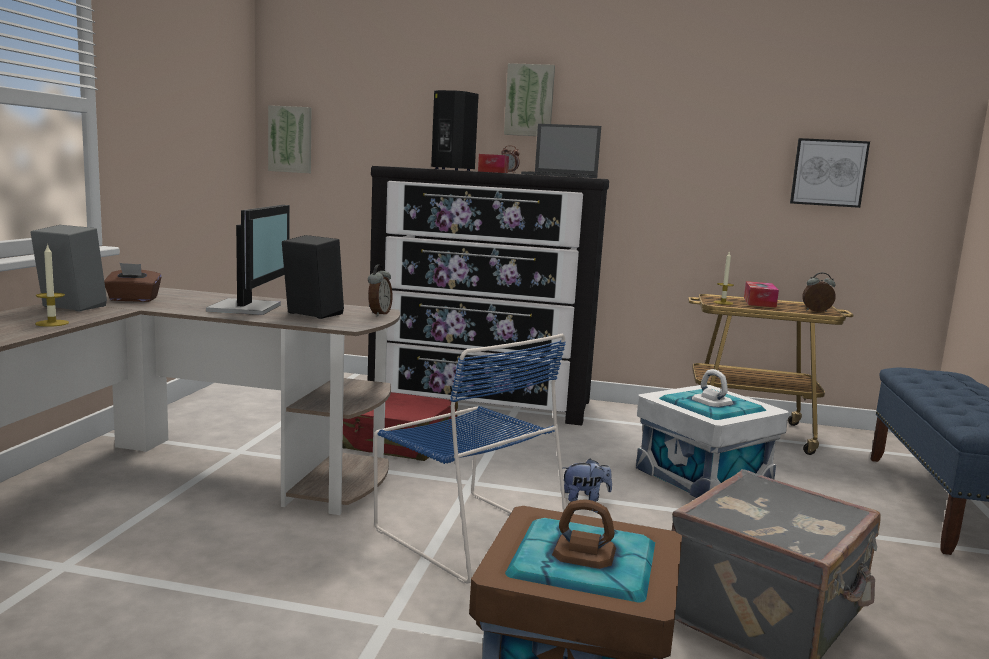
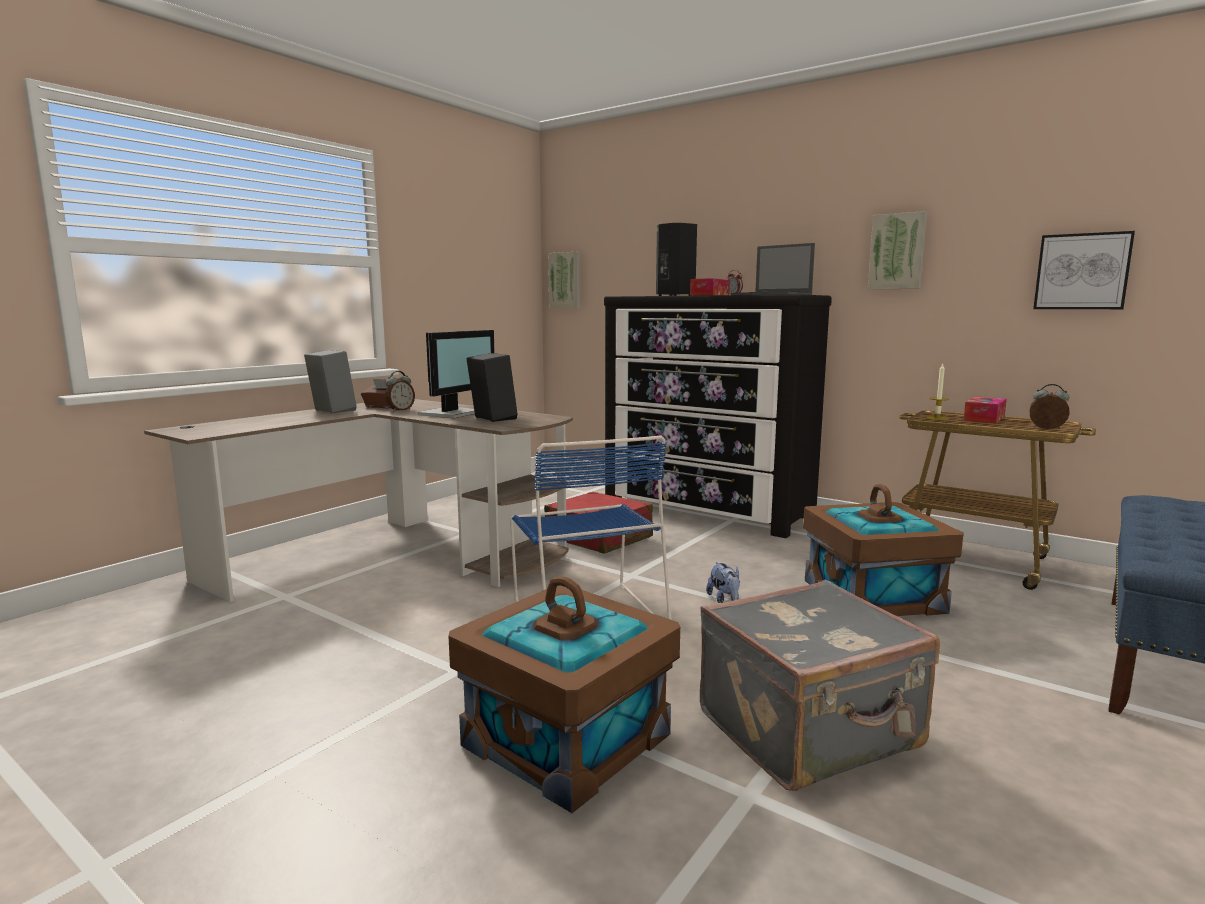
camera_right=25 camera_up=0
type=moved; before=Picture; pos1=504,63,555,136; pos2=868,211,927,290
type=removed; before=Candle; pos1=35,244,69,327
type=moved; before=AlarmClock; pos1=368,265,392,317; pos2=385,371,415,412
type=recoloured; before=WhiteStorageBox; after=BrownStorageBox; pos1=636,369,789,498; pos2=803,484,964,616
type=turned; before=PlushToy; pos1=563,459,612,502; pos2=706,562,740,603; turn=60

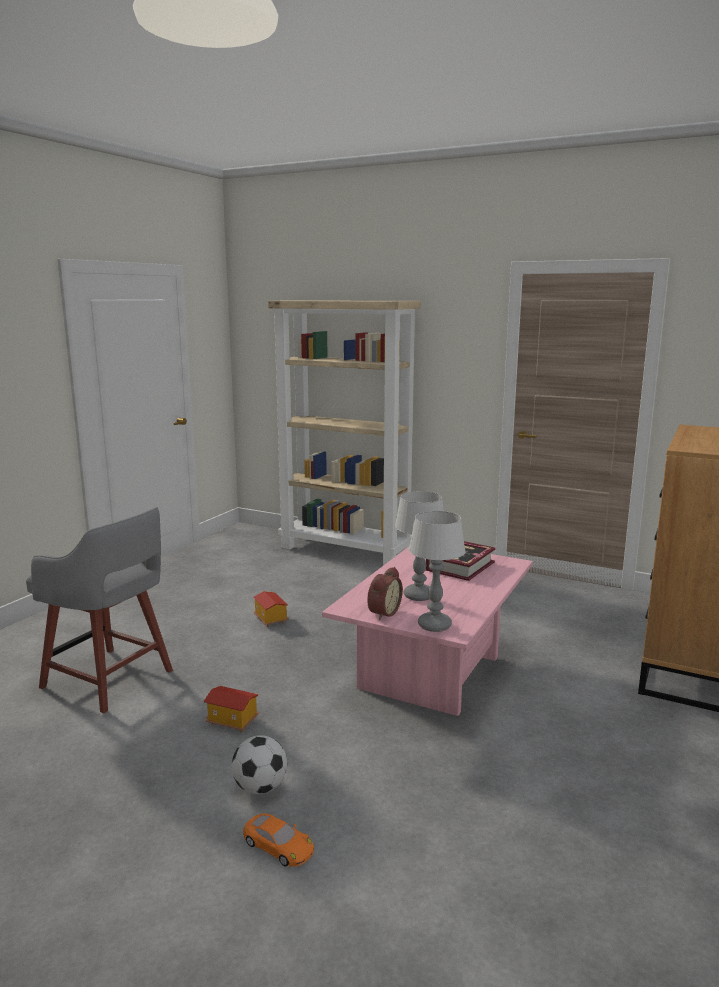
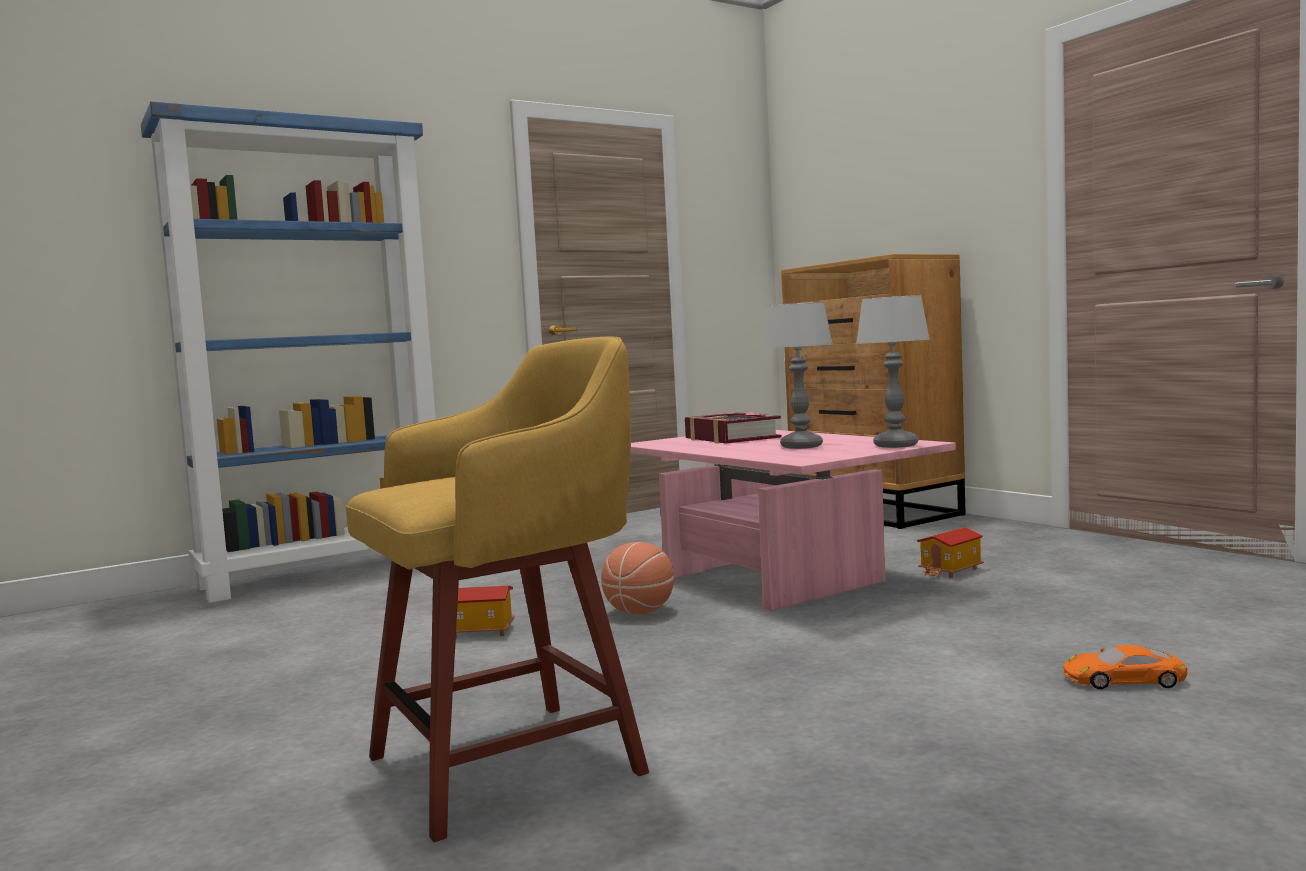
camera_right=-60 camera_up=-10
type=recoloured; before=BeigeBookcase; after=BlueBookcase; pos1=268,300,421,566; pos2=141,101,436,603
type=recoloured; before=GreyStool; after=YellowStool; pos1=26,507,173,713; pos2=346,337,649,842
type=removed; before=AlarmClock; pos1=367,567,403,620
type=moved; before=ToyHouse; pos1=203,686,259,732; pos2=917,527,984,578
type=removed; before=Football; pos1=232,735,287,794
type=turned; before=OrangeToyCar; pos1=243,813,314,867; pos2=1063,645,1187,689; turn=-150
type=added; after=Basketball; pos2=601,542,674,615

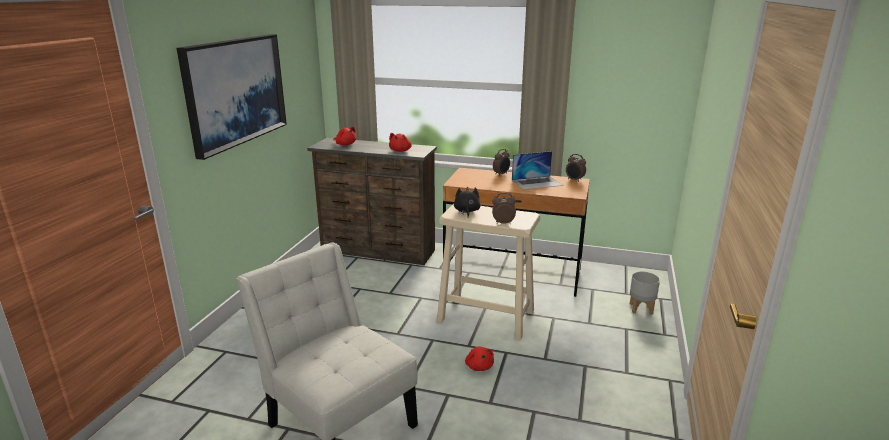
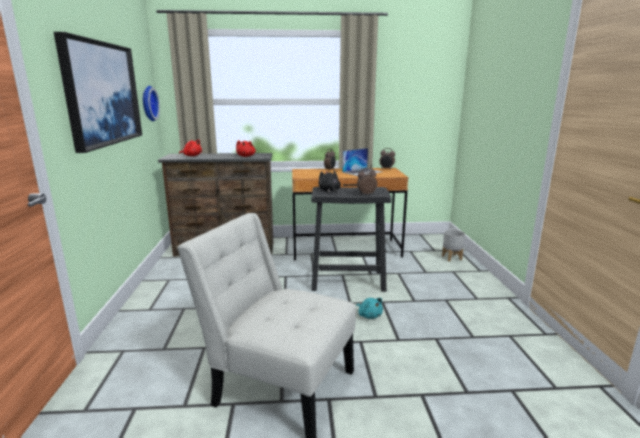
camera_right=-20 camera_up=-5
type=recoloured; before=BeigeStool; after=BlackStool; pos1=437,204,540,340; pos2=312,187,391,292
type=recoloured; before=RedPlushToy; after=TurquoisePlushToy; pos1=465,346,494,371; pos2=356,298,383,319
type=added; after=WallClock; pos2=143,86,160,121

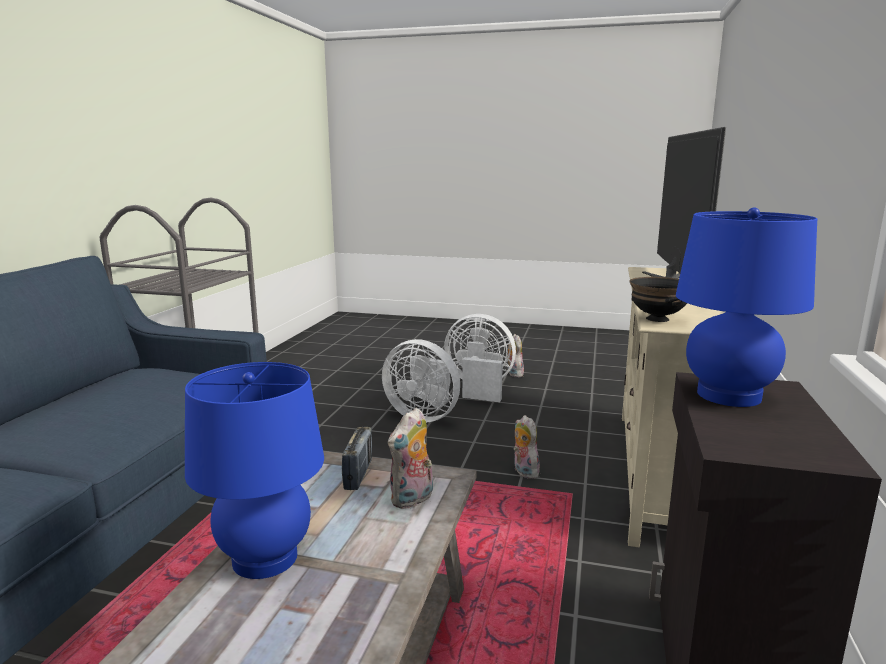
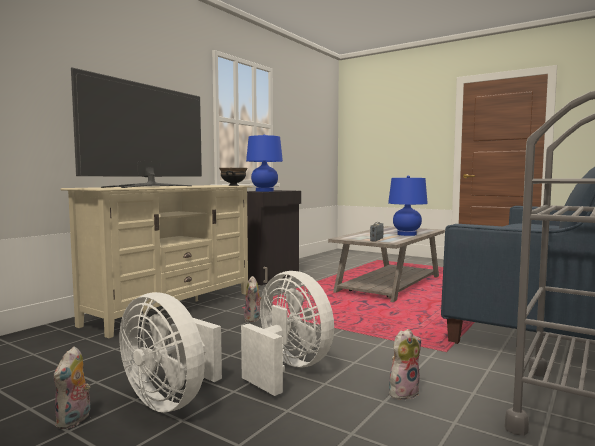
camera_right=-160 camera_up=-10
type=moved; before=PlushToy; pos1=388,408,433,509; pos2=389,329,421,400

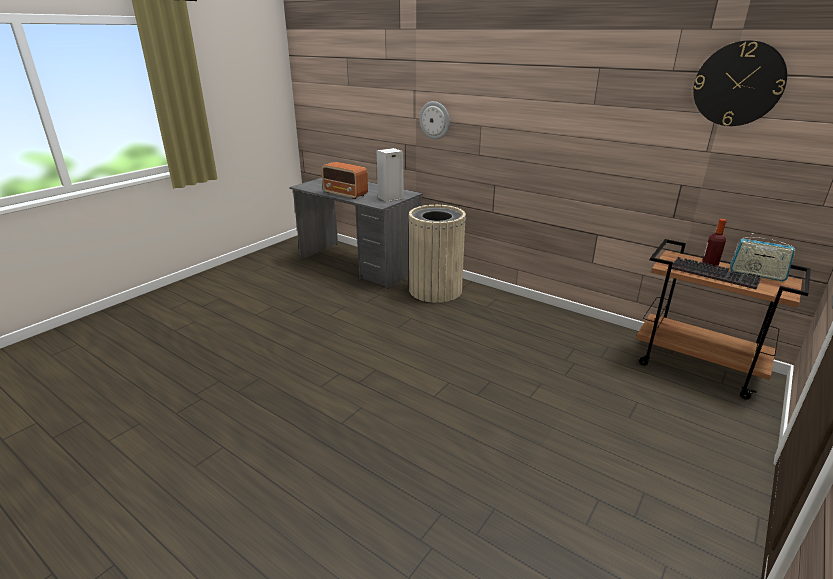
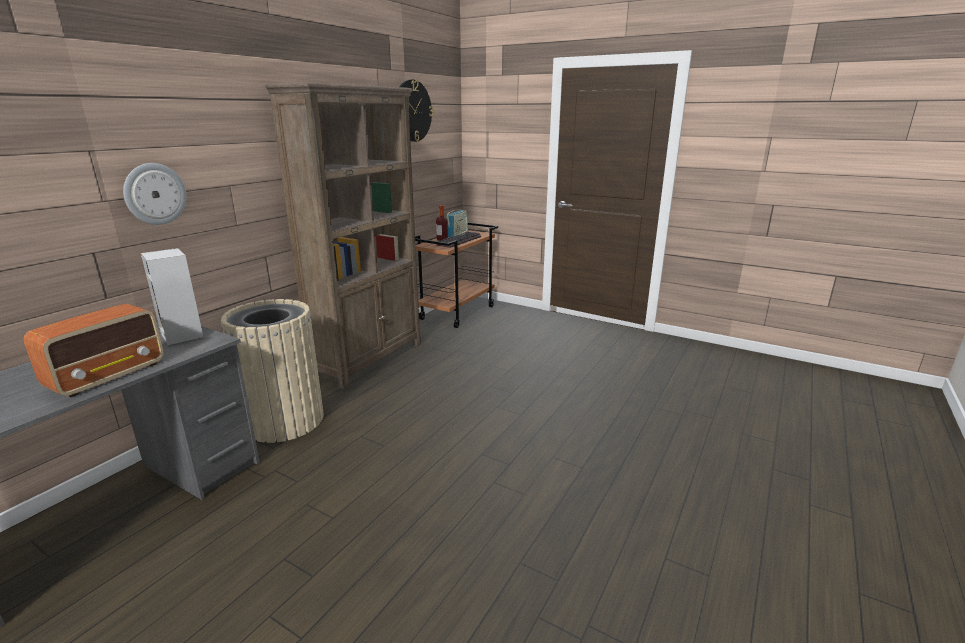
camera_right=-95 camera_up=-5
type=added; after=BrownBookcase; pos2=265,82,421,389

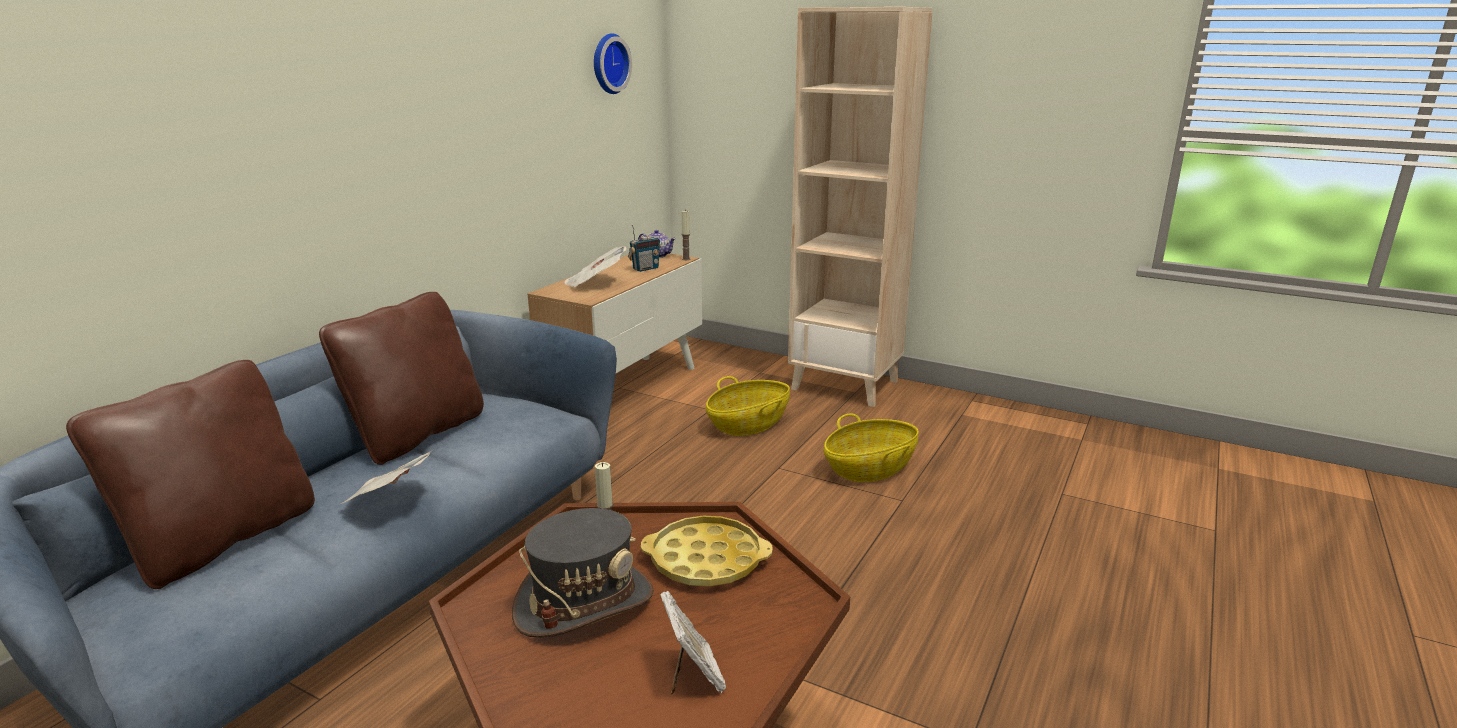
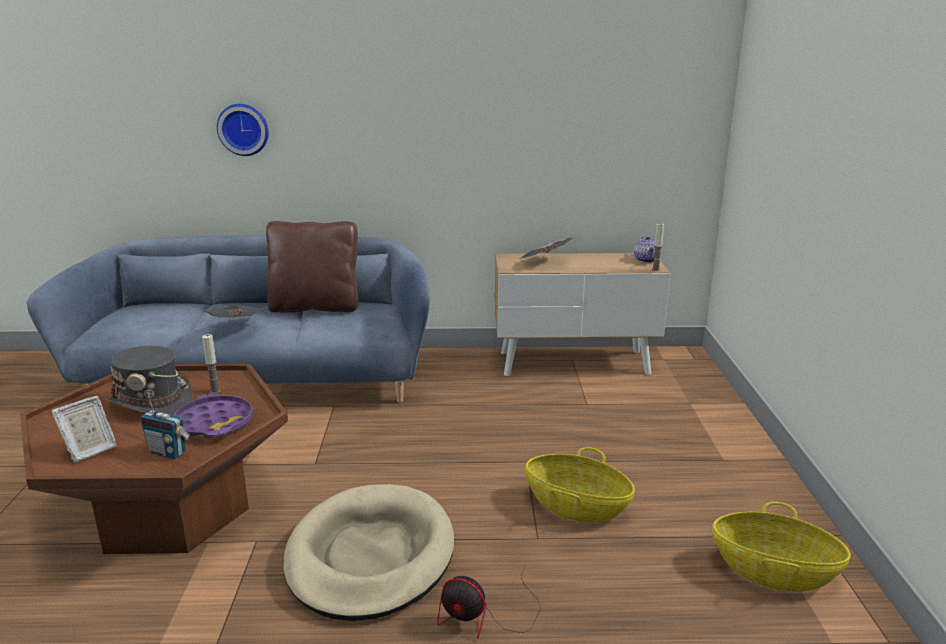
camera_right=60 camera_up=0
type=removed; before=BeigeBookcase; pos1=788,7,933,407
type=moved; before=WallClock; pos1=594,33,632,94; pos2=217,104,269,156
type=moved; before=Radio; pos1=628,224,661,272; pos2=140,391,190,459
type=removed; before=BrownPillow; pos1=66,360,315,589
type=moved; before=Basket; pos1=706,376,790,436; pos2=712,502,851,592
type=recoloured; before=YellowTray; after=PurpleTray; pos1=641,516,773,587; pos2=174,393,253,438
type=added; after=BeigeDogBed; pos2=284,484,454,621
type=added; after=Fan; pos2=437,566,541,639

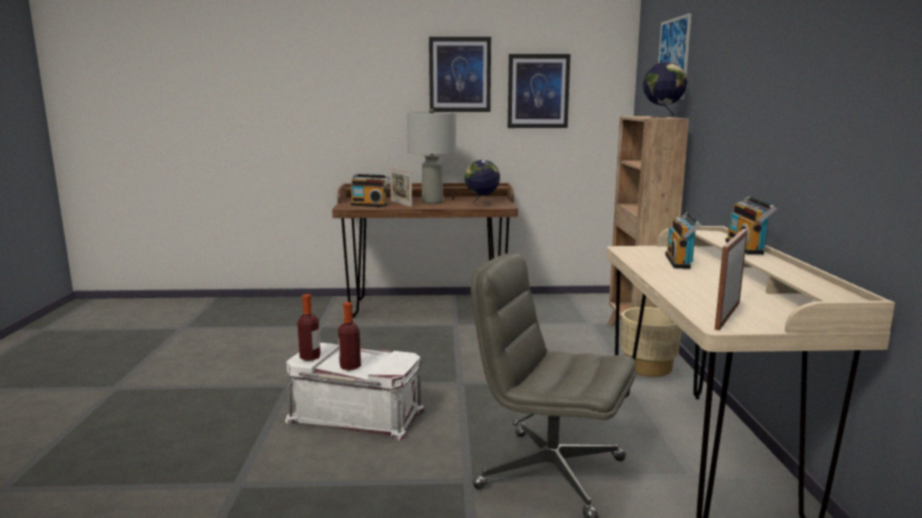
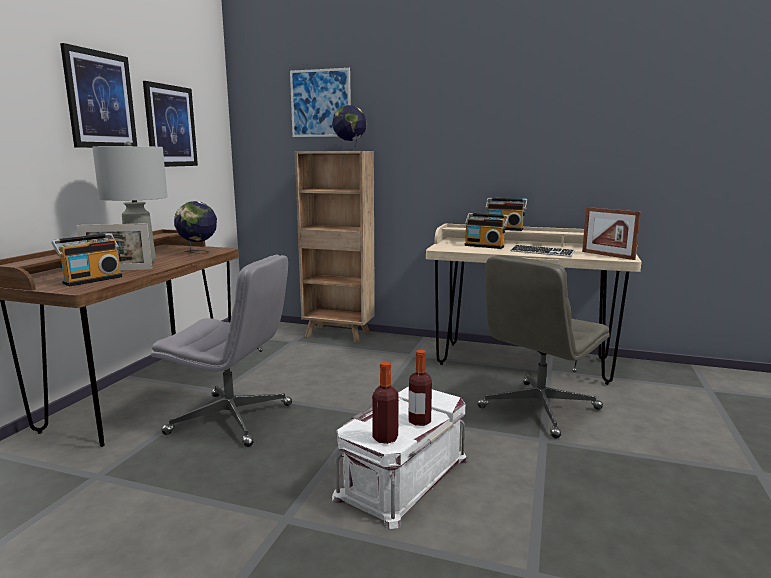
camera_right=-70 camera_up=0
type=removed; before=BeigePlanter; pos1=621,307,682,377
type=added; after=Keyboard; pos2=510,245,575,257
type=added; after=GreyOfficeChair; pos2=151,254,292,447

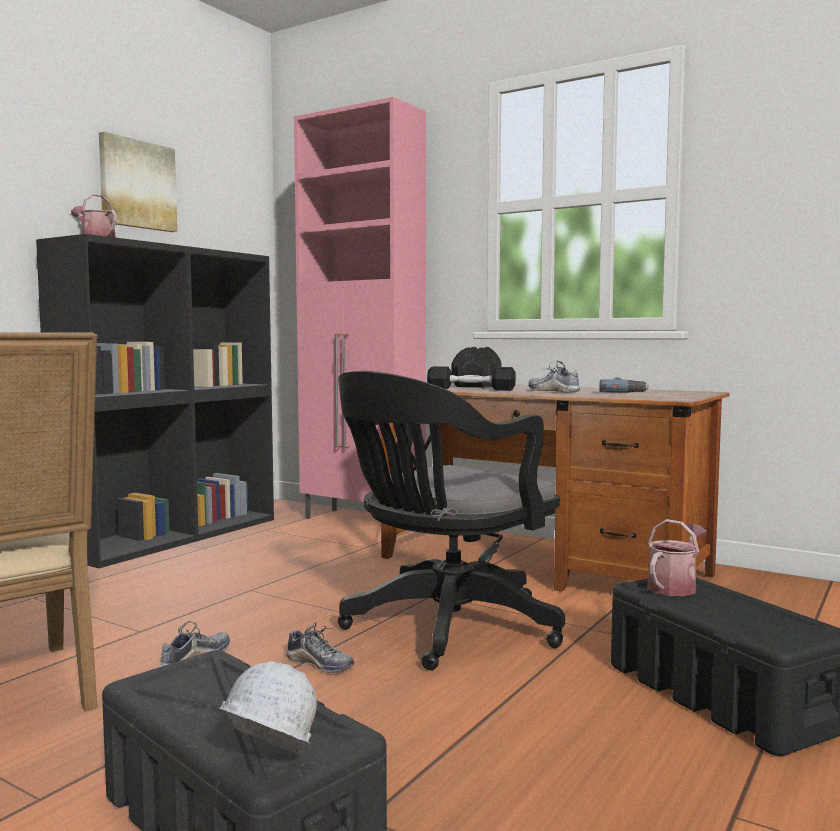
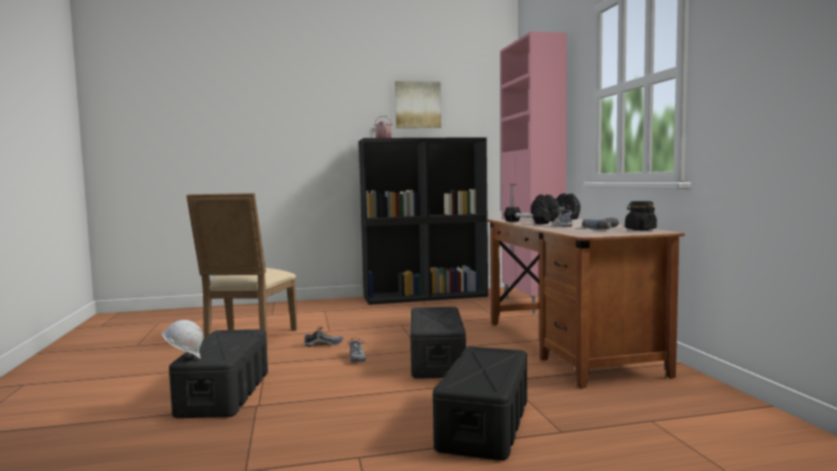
camera_right=45 camera_up=0
type=replaced; before=BlackOfficeChair; after=BlackStorageBox; pos1=338,371,565,670; pos2=410,307,466,379
type=removed; before=WateringCan; pos1=647,519,707,596
type=added; after=BlackJar; pos2=625,201,657,230

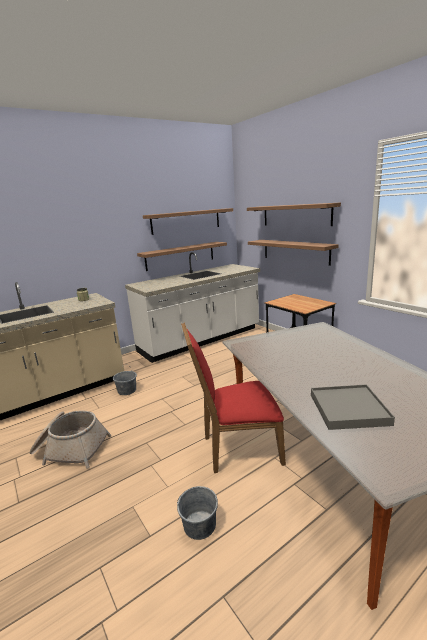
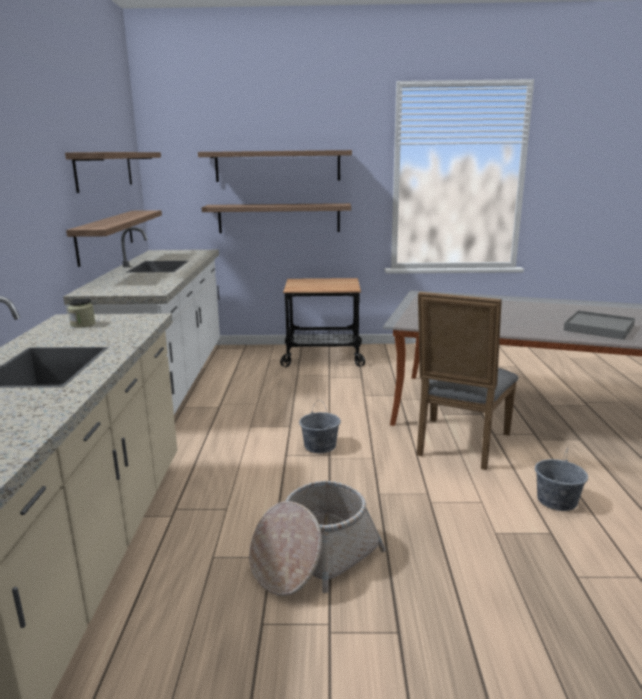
camera_right=-55 camera_up=0
type=recoloured; before=RedChair; after=GreyChair; pos1=181,323,286,473; pos2=417,292,519,470
type=moved; before=GreyBucket; pos1=113,367,137,395; pos2=299,400,341,453

